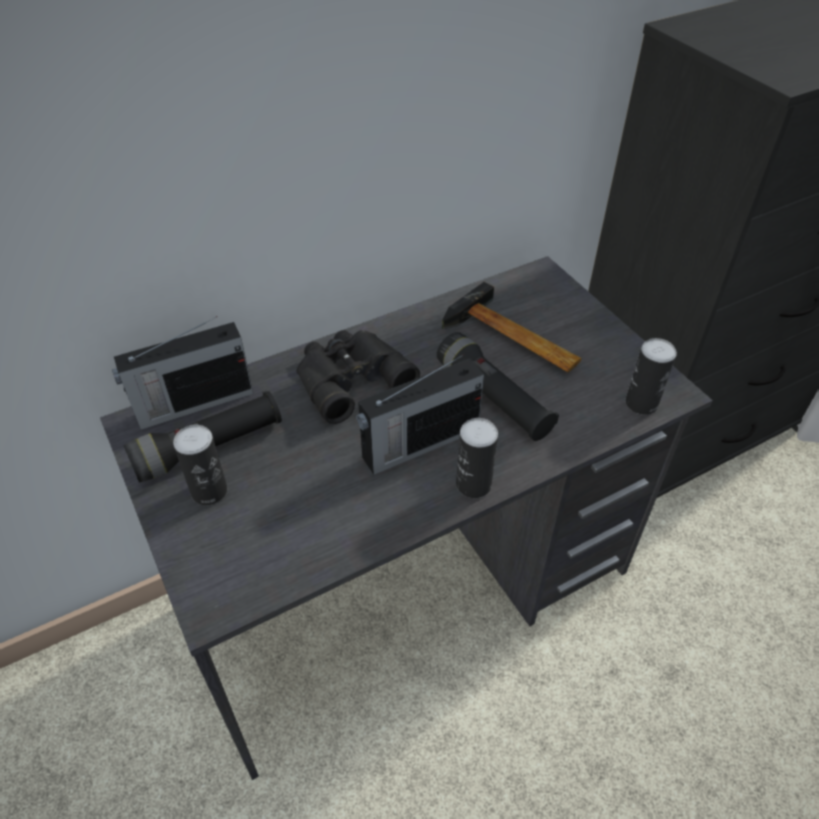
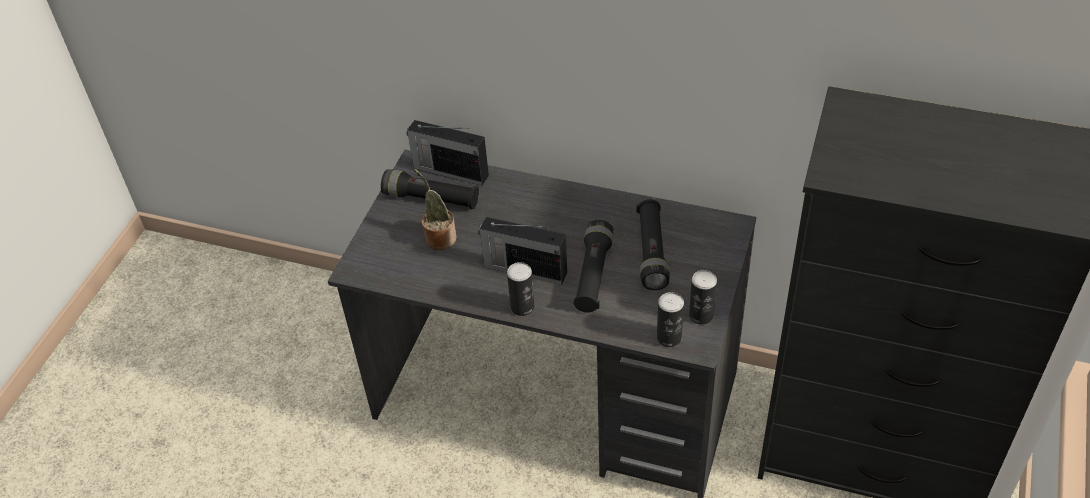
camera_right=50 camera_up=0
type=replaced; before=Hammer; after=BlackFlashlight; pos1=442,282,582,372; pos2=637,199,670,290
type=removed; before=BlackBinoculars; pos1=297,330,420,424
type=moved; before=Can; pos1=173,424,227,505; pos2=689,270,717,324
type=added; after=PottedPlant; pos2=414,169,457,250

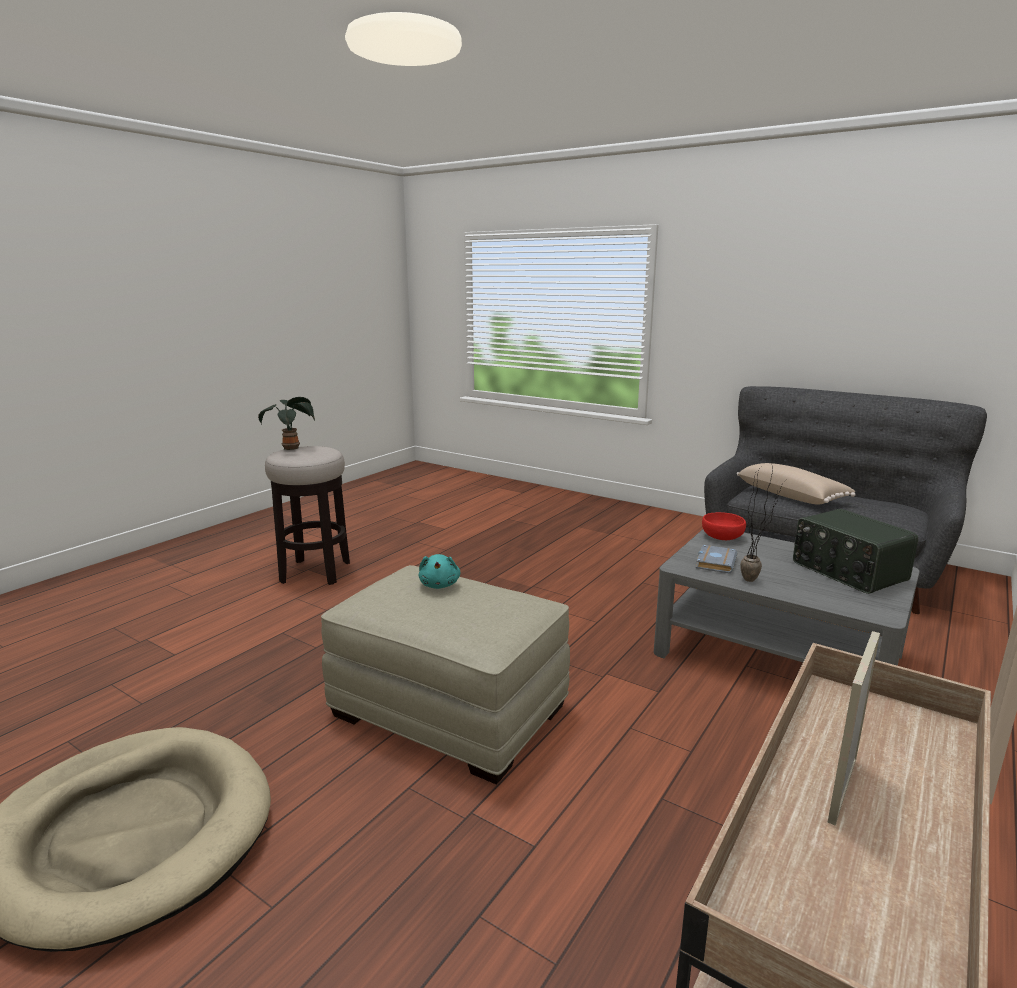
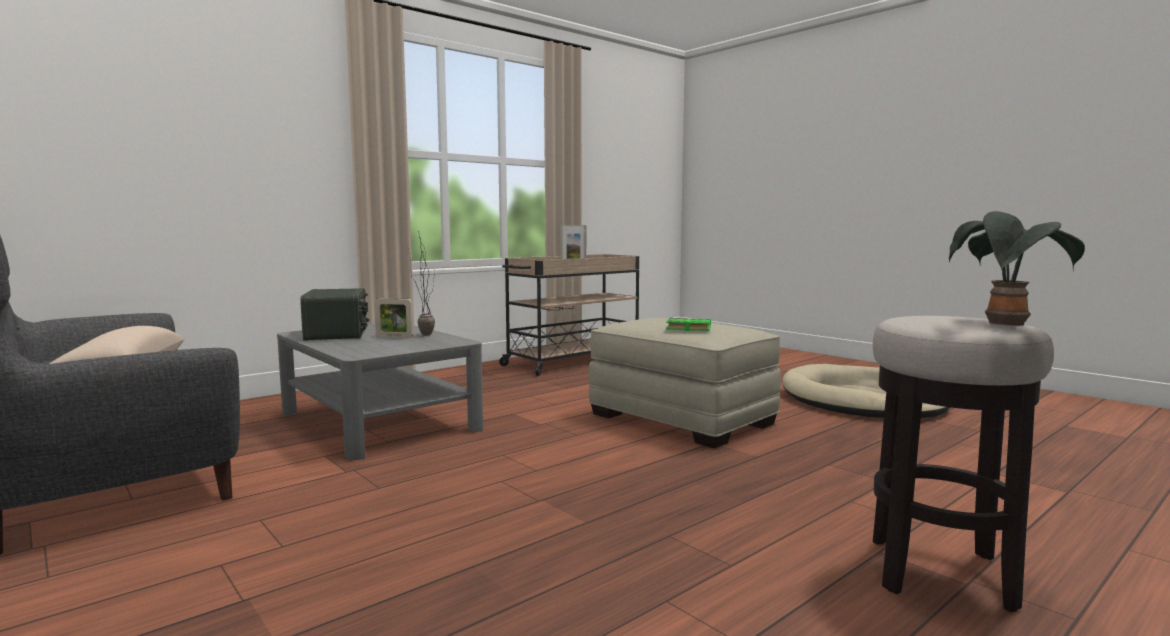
camera_right=-165 camera_up=-10
type=removed; before=RedBowl; pos1=702,512,746,540
type=removed; before=GreyBook; pos1=696,545,738,574
type=replaced; before=TurquoisePlushToy; after=GreenBook; pos1=418,554,461,589; pos2=666,318,711,331
type=added; after=PictureFrame; pos2=374,298,414,338

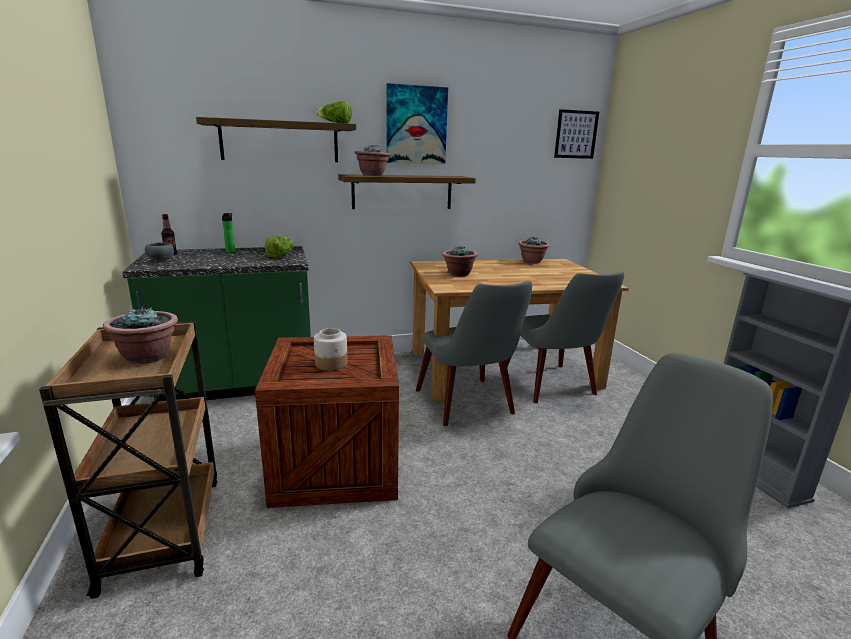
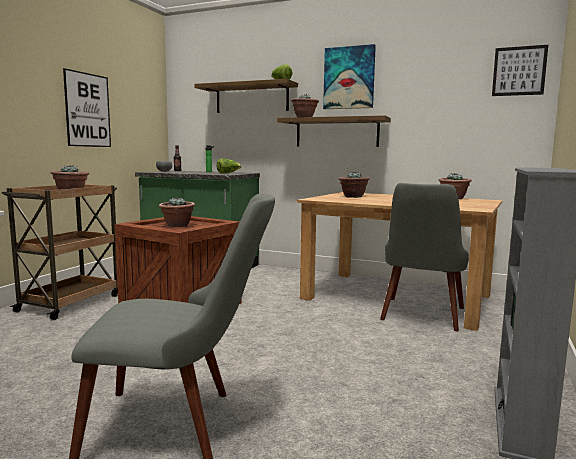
camera_right=40 camera_up=-10
type=removed; before=GreyChair; pos1=416,281,532,426
type=replaced; before=Jar; after=PottedPlant; pos1=314,328,347,371; pos2=159,198,195,227
type=added; after=Picture; pos2=63,68,111,147

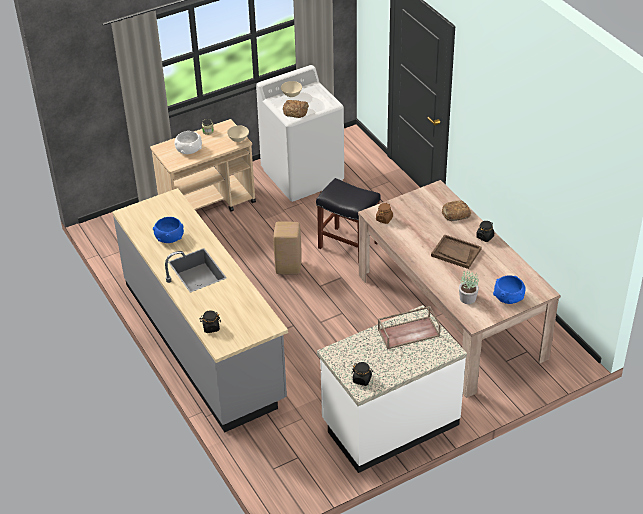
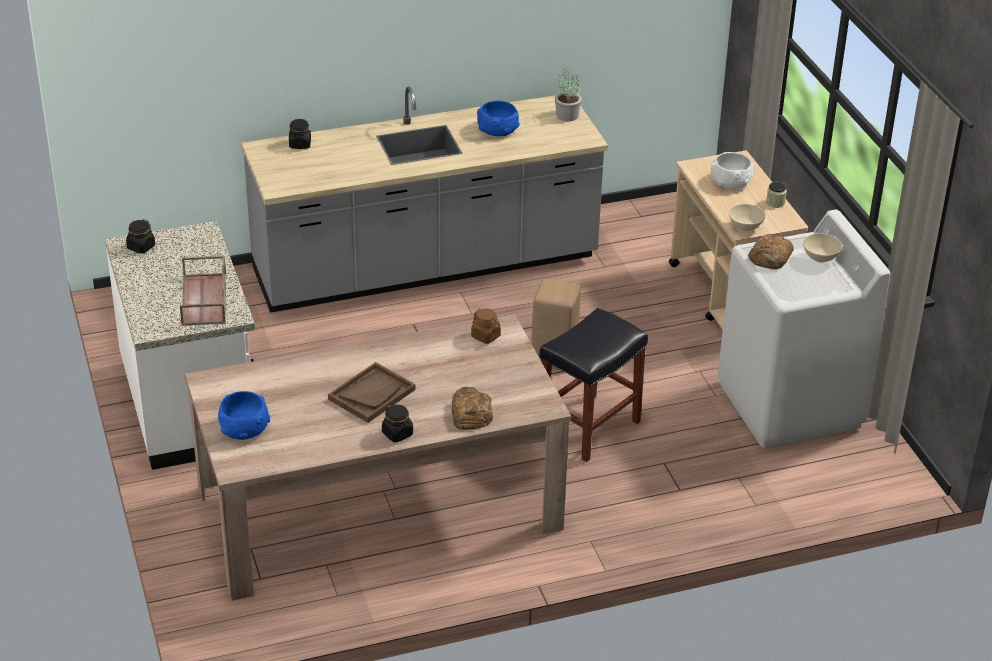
camera_right=100 camera_up=-5
type=moved; before=PottedPlant; pos1=459,271,479,304; pos2=555,69,582,122

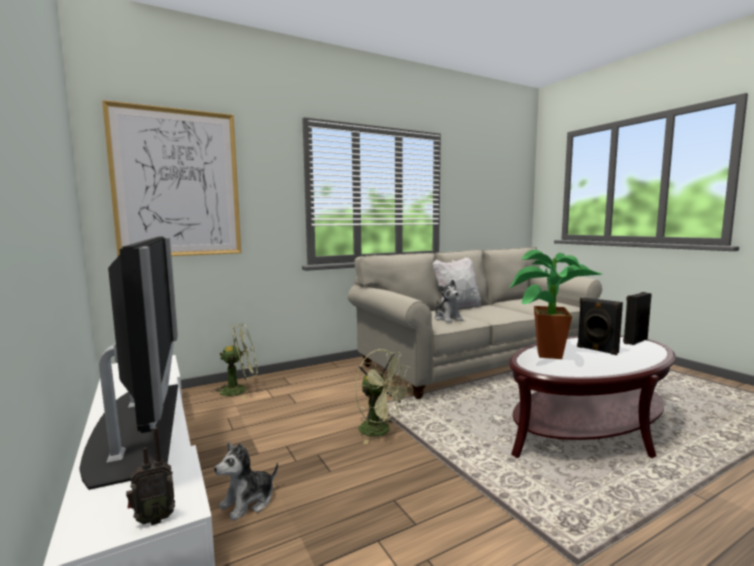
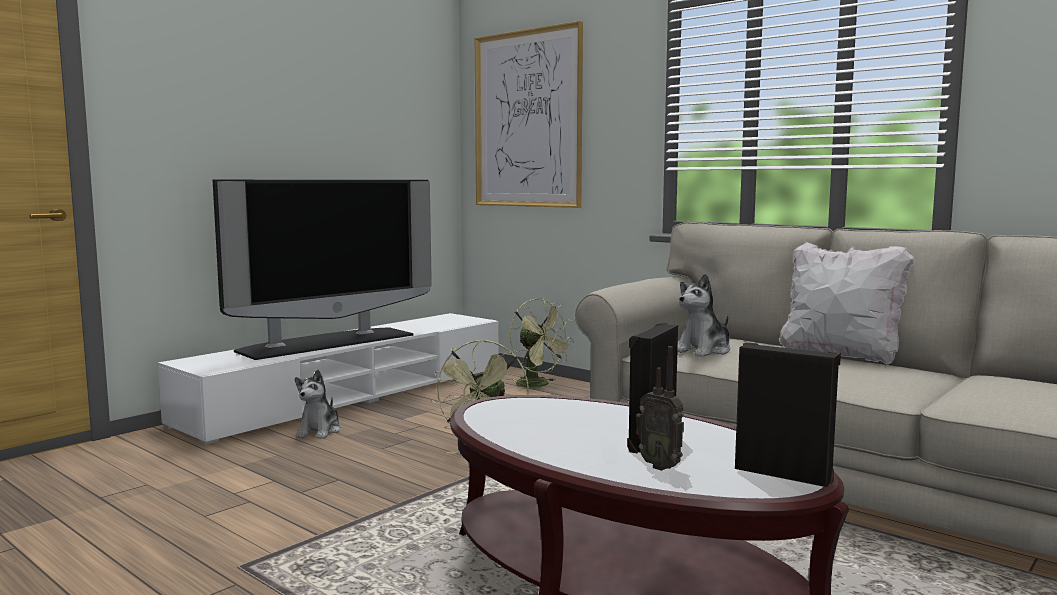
camera_right=70 camera_up=0
type=removed; before=PottedPlant; pos1=509,250,603,359
type=moved; before=Radio; pos1=126,427,175,525; pos2=636,346,684,471
type=turned; before=PlushToy; pos1=214,442,278,521; pos2=295,370,341,439; turn=-105

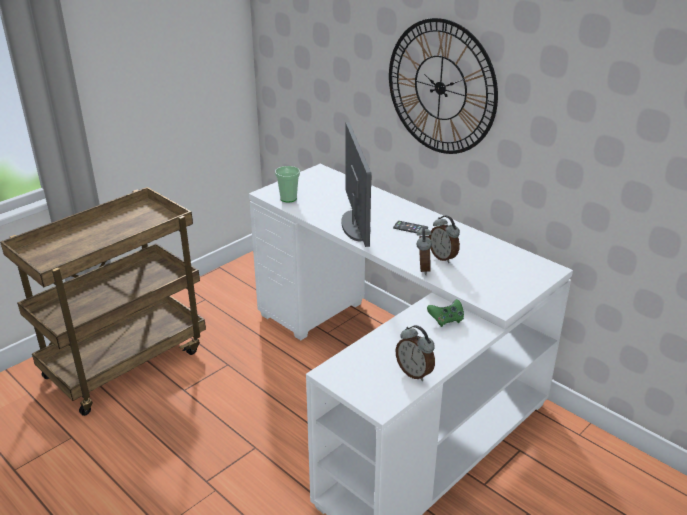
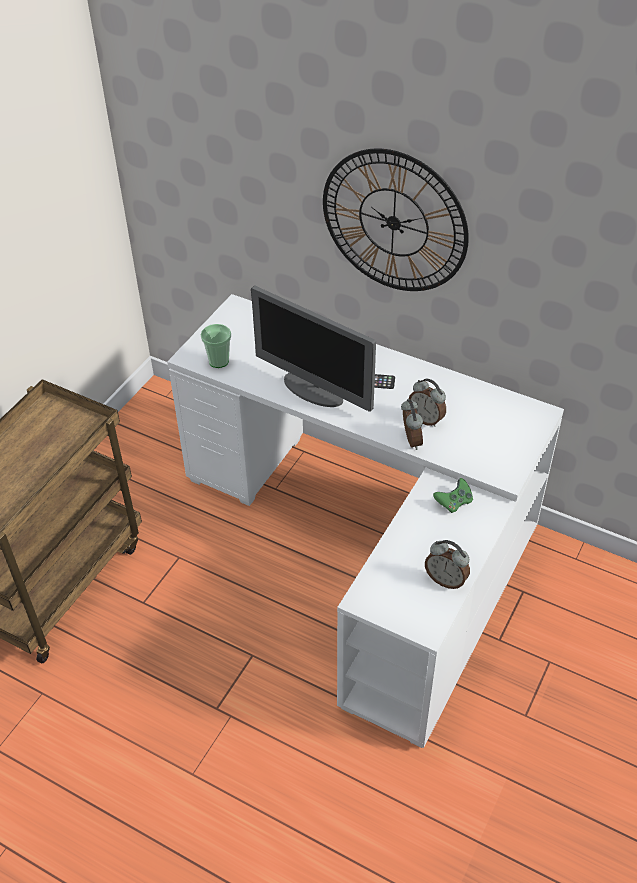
camera_right=-15 camera_up=15
type=turned; before=Monitor; pos1=341,122,372,247; pos2=251,286,376,412; turn=150

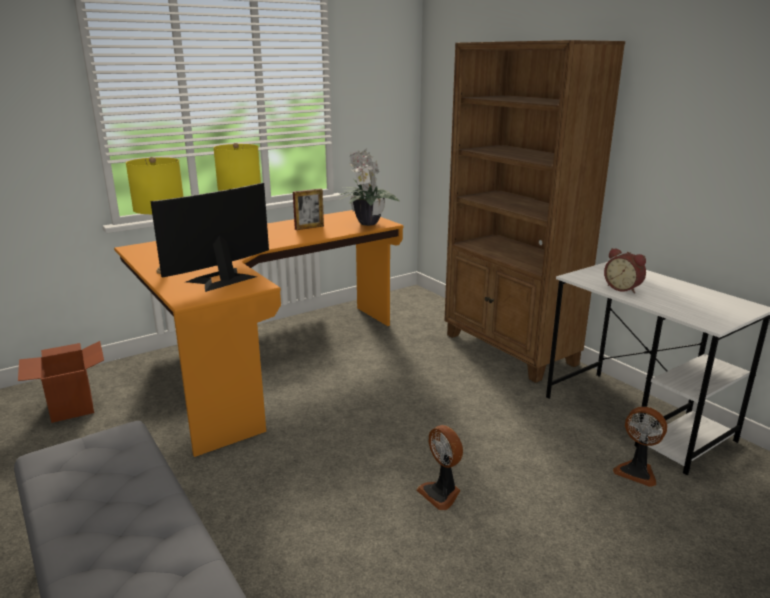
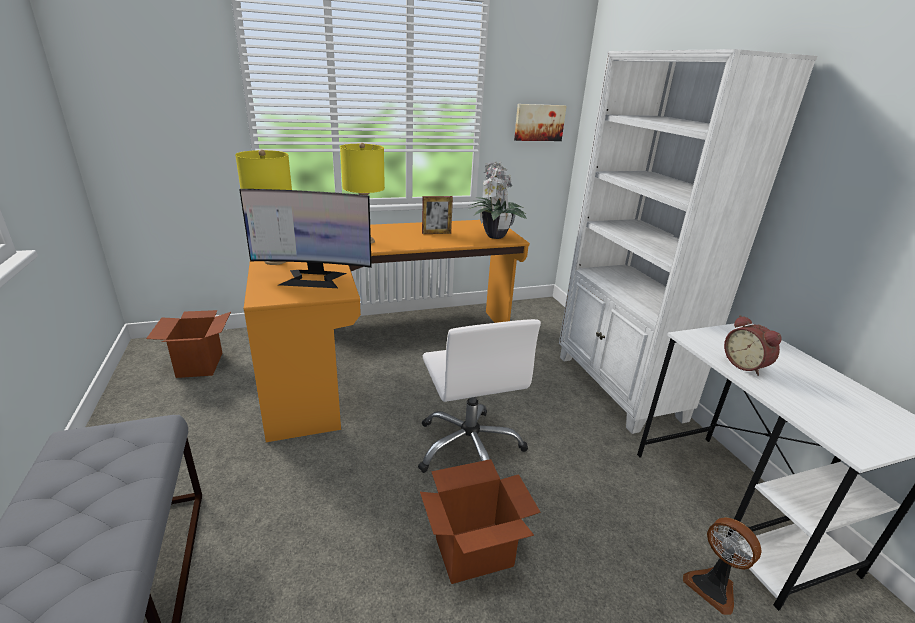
camera_right=15 camera_up=5
type=recoloured; before=BrownBookcase; after=WhiteBookcase; pos1=444,40,625,383; pos2=559,49,817,434
type=turned; before=Monitor; pos1=151,183,269,292; pos2=239,189,372,288; turn=-150
type=replaced; before=Fan; after=CardboardBox; pos1=417,425,463,510; pos2=420,459,541,584
type=added; after=Picture; pos2=514,104,566,141
type=added; after=WhiteOfficeChair; pos2=418,319,541,473

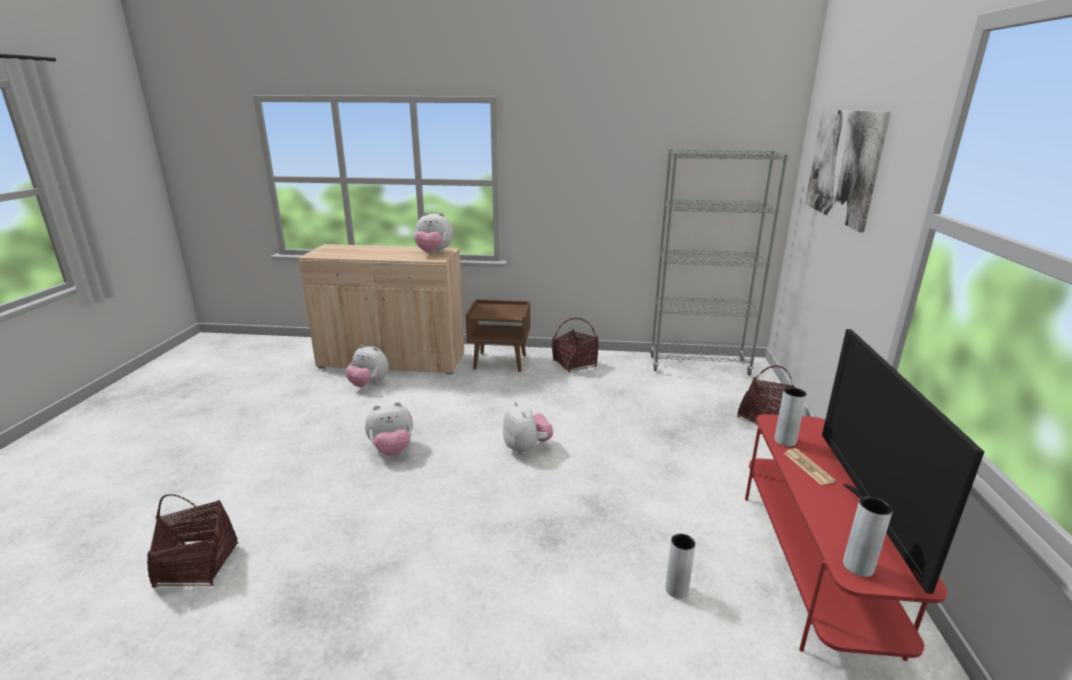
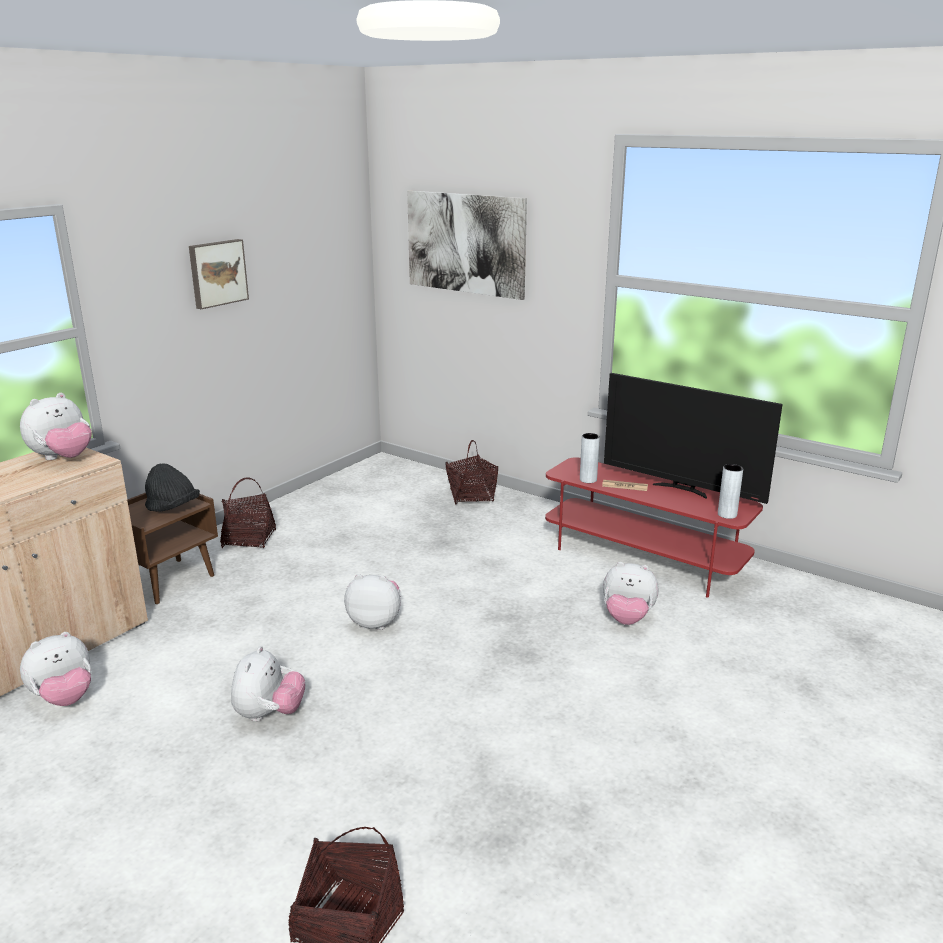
camera_right=-60 camera_up=0
type=removed; before=GreyBookcase; pos1=650,149,788,376
type=replaced; before=GreyVase; after=PlushToy; pos1=666,534,695,599; pos2=603,562,659,625
type=added; after=Picture; pos2=189,239,249,309
type=added; after=BlackHat; pos2=145,463,200,512

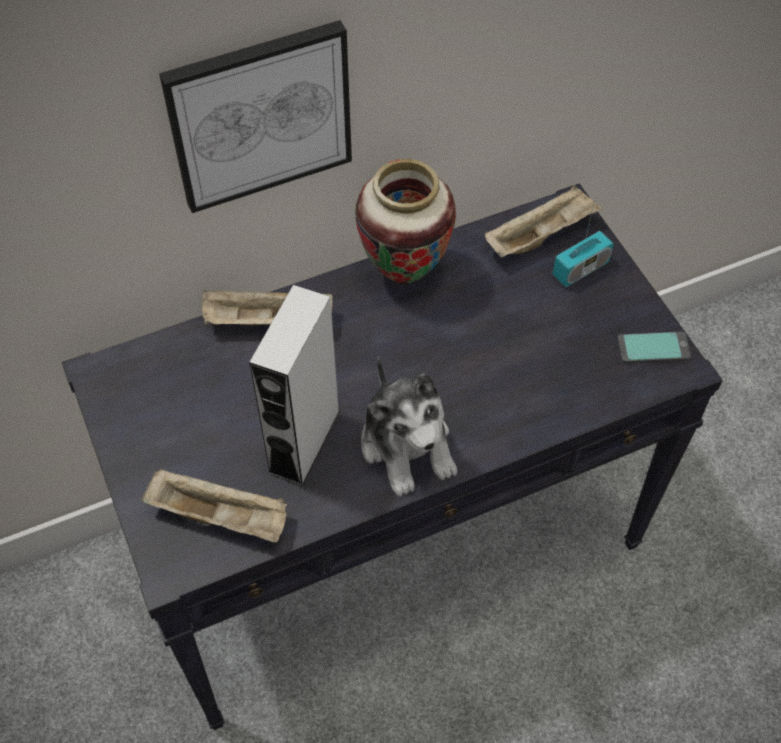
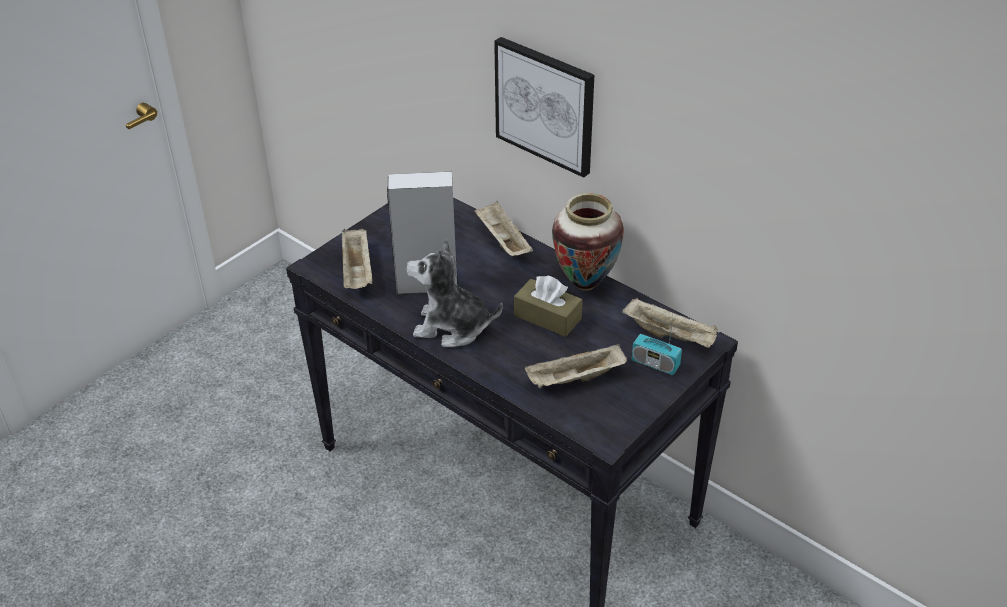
camera_right=65 camera_up=-15
type=removed; before=Phone; pos1=617,332,691,364
type=turned; before=PlushToy; pos1=361,357,457,497; pos2=406,239,503,347; turn=60
type=added; after=BrownTissueBox; pos2=514,276,583,337
type=added; after=BeigeTray; pos2=525,344,627,388

